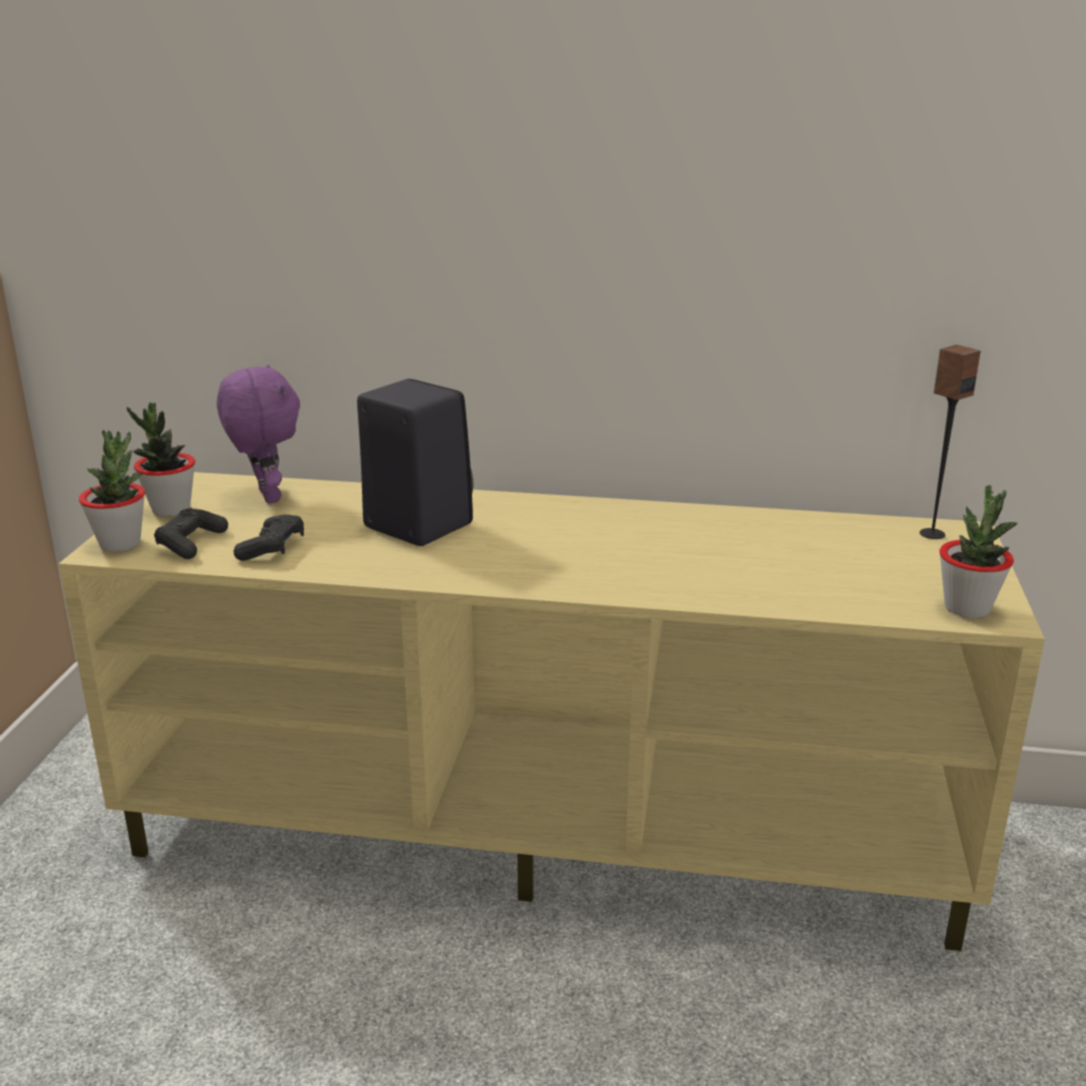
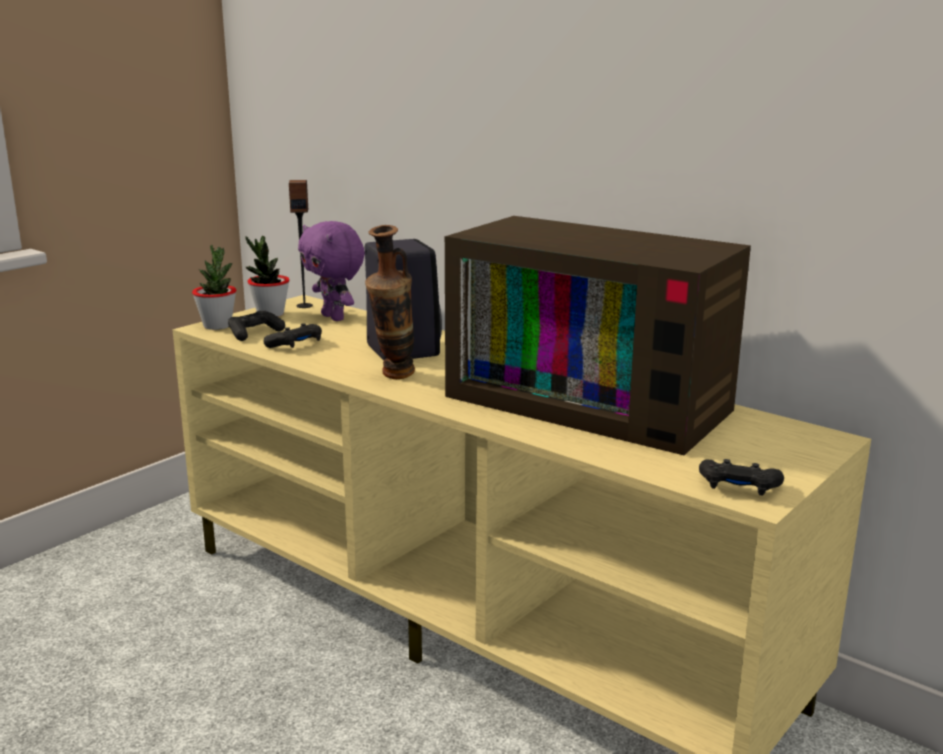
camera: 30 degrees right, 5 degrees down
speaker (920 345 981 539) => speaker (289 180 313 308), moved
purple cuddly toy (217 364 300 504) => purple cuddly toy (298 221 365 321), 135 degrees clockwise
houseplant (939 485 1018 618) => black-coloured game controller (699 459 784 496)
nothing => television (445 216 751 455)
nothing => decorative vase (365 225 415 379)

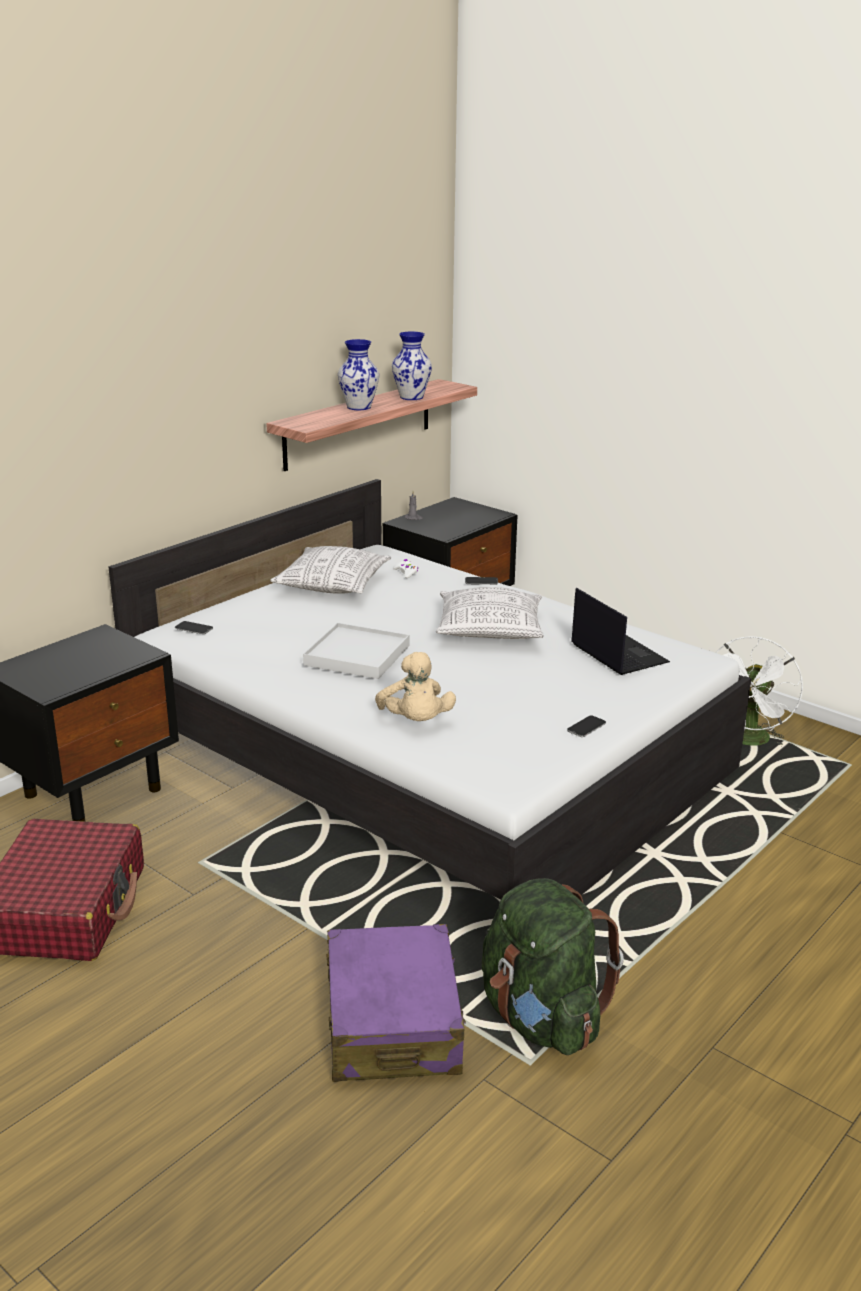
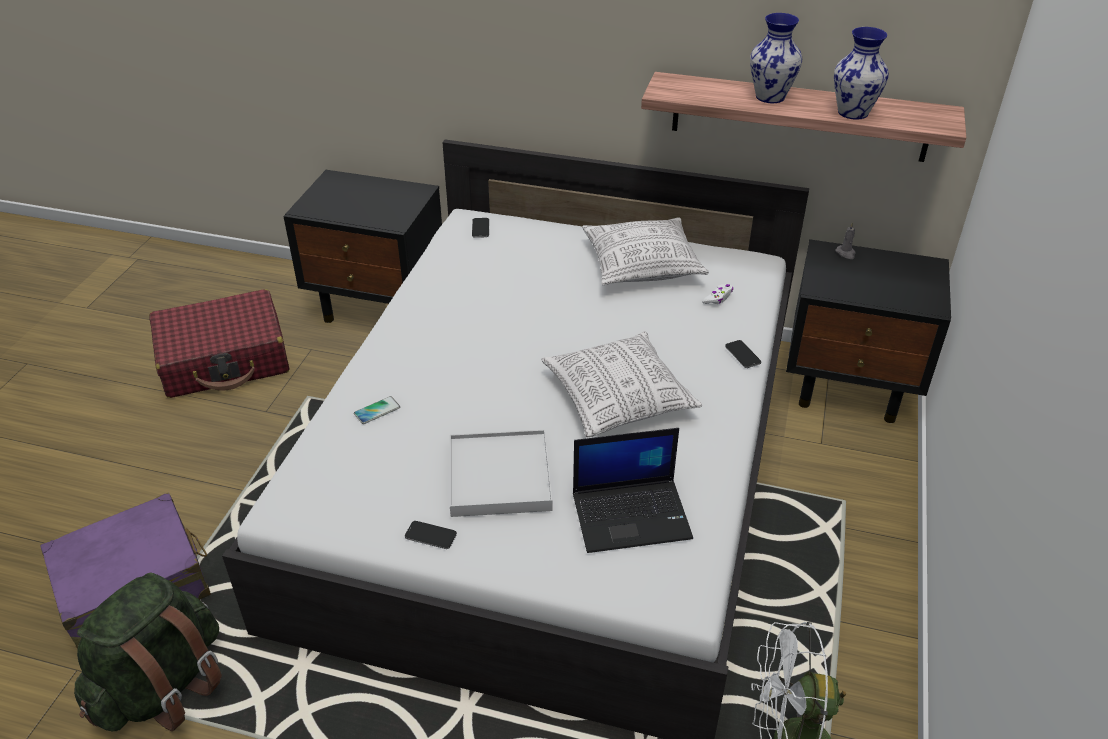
camera: 65 degrees right, 15 degrees up
laptop (571 588 670 675) => laptop (573 428 693 553), 45 degrees clockwise
white-coloured tray (303 623 409 679) => white-coloured tray (450 430 552 517), moved
beige cuddly toy (375 652 456 721) => telephone (354 396 400 424)

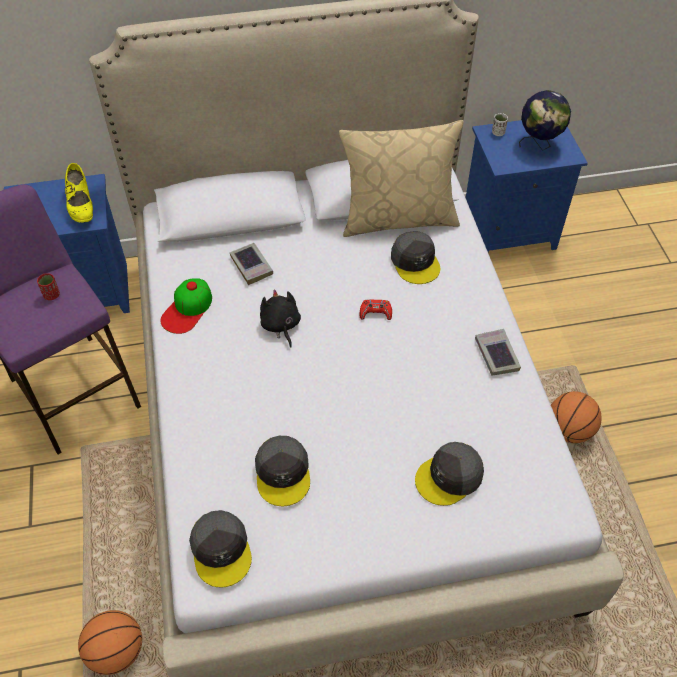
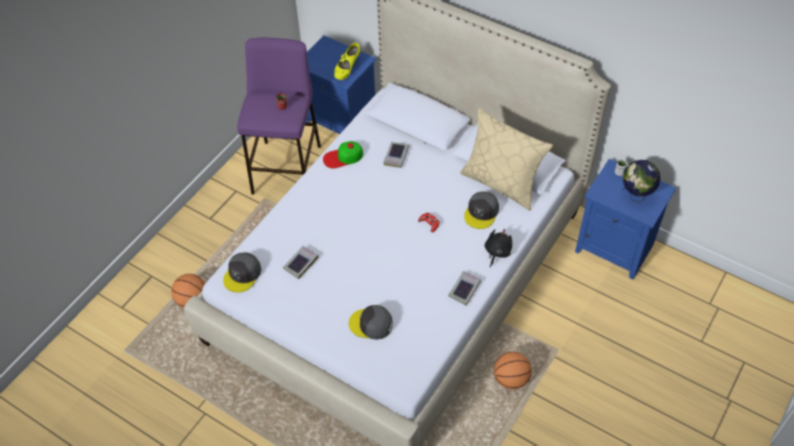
camera: 45 degrees right, 0 degrees up
black-coloured cuddly toy (260 289 301 348) => black-coloured cuddly toy (485 229 512 267), moved
gray peaked cap (255 436 310 506) => volume (283 246 318 279)

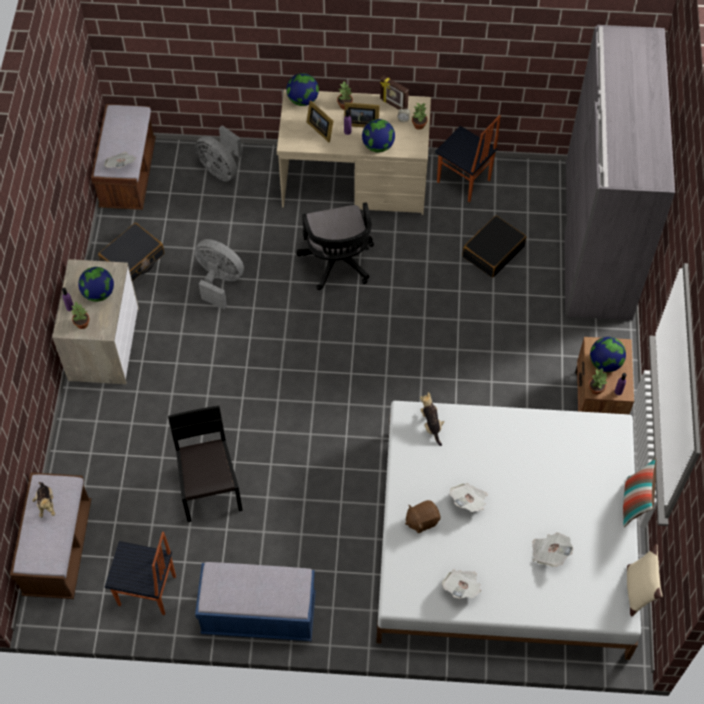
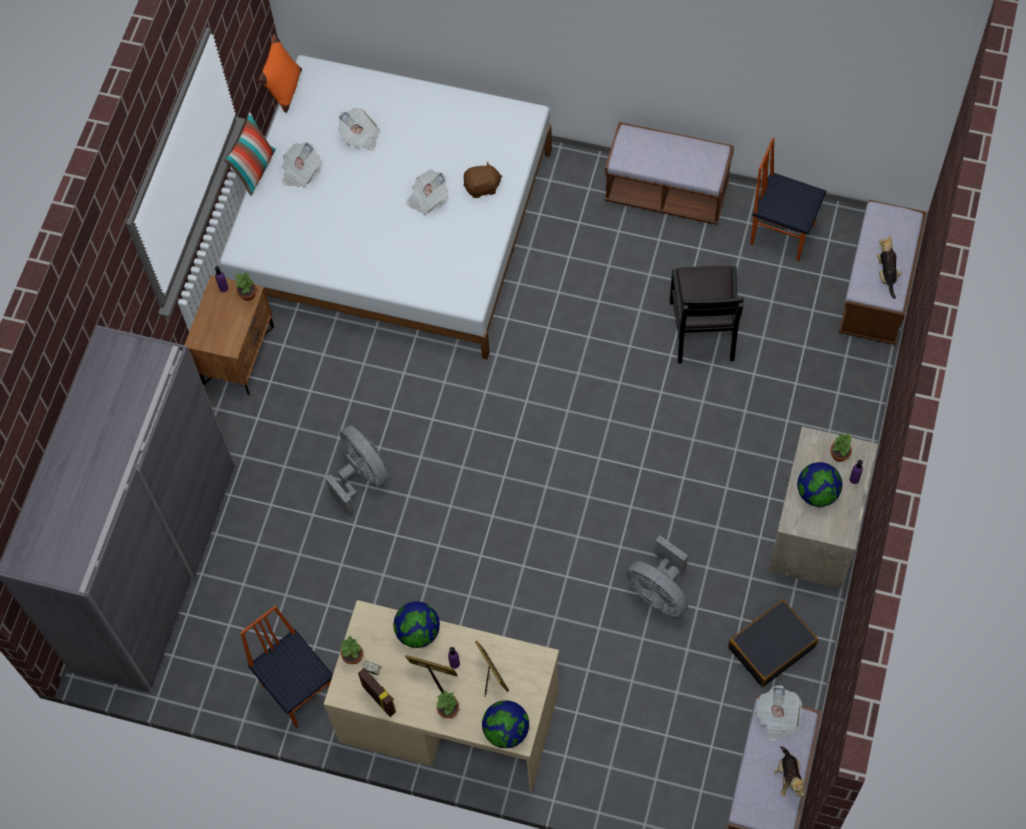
camera: 165 degrees left, 5 degrees up
gray cooling fan (195 125 242 181) => gray cooling fan (325 425 389 517), moved
black-coloured computer chair (296 202 374 290) => nothing
black-coloured suitcase (463 216 526 278) => nothing
desk globe (590 337 626 372) => nothing
cuddly toy (420 392 444 446) => cuddly toy (774 746 805 797), moved
beige cushion (627 544 662 616) => orange-coloured cushion (258 34 302 113)
blue-coloured indoor bench (195 562 316 641) => brownish indoor bench (604 122 734 225)
newspaper (442 570 481 598) => newspaper (282 142 320 188), moved

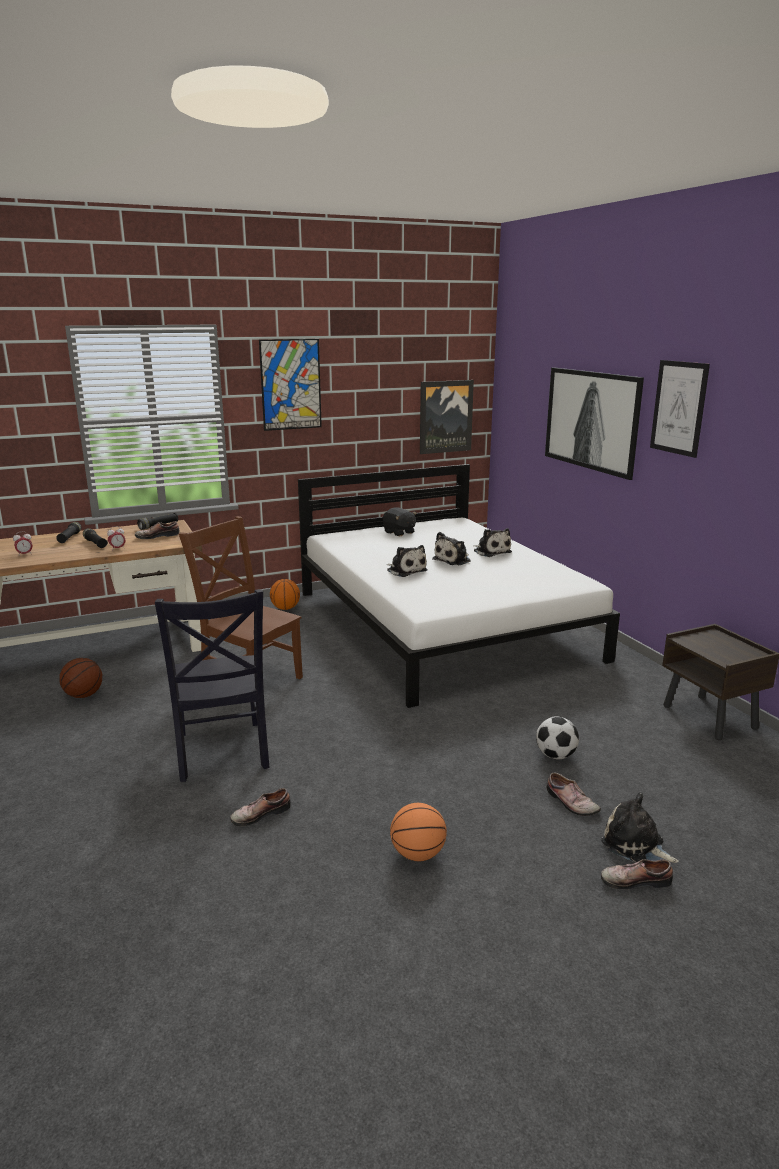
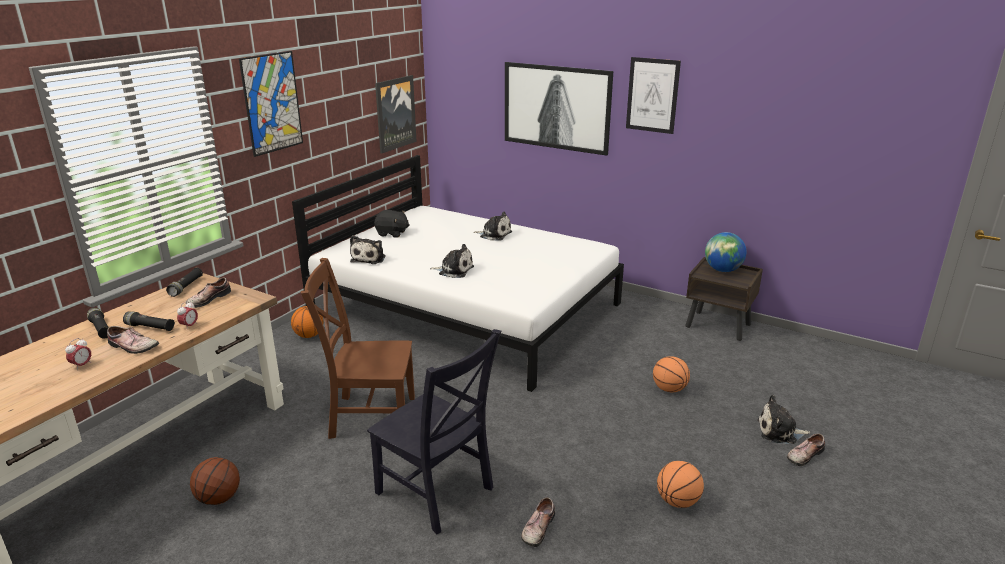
camera: 35 degrees left, 5 degrees up
cuddly toy (432 532 471 565) => cuddly toy (350 235 386 264), moved
ball for football (536 716 579 759) => ball for basketball (653 356 690 392)
shoe (547 772 601 816) => shoe (107 326 159 354), moved
nothing => desk globe (705 232 746 272)

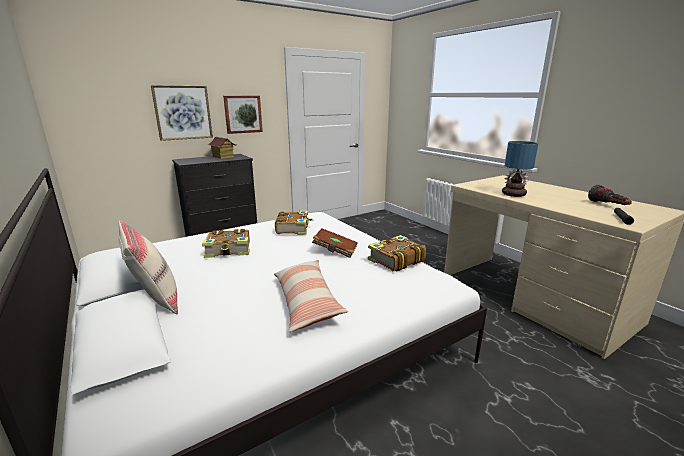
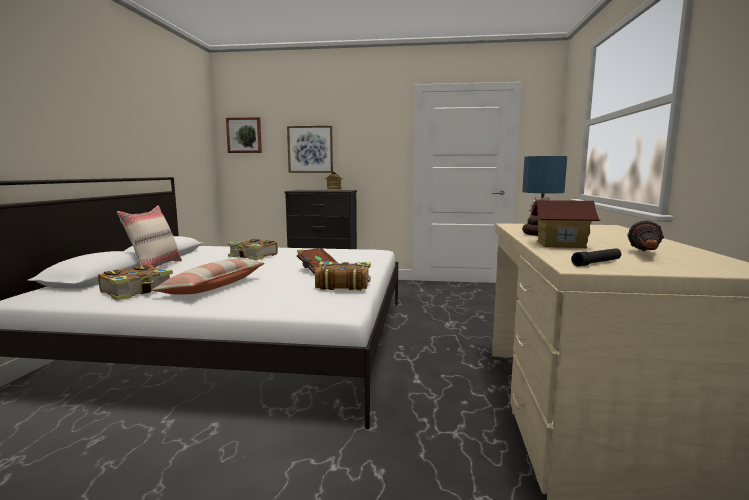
camera: 40 degrees right, 10 degrees down
wall picture (223 96 263 134) => wall picture (226 117 262 153), moved
volume (275 211 314 235) => volume (98 265 173 301), moved
nothing => miniature house (531 200 600 248)

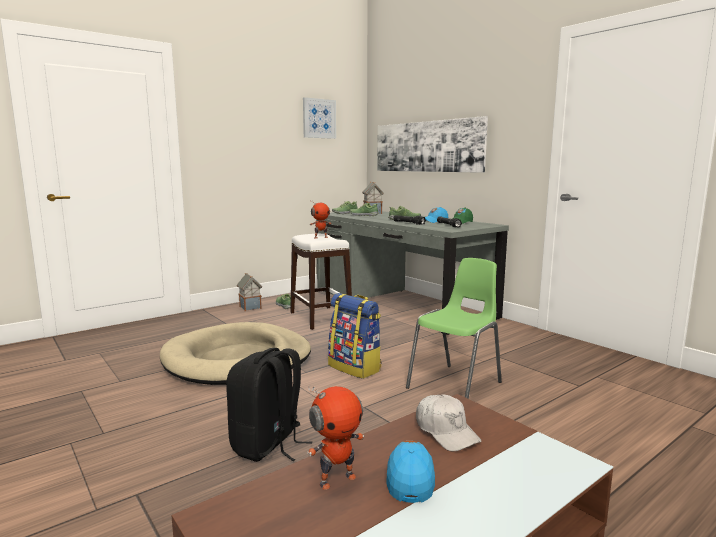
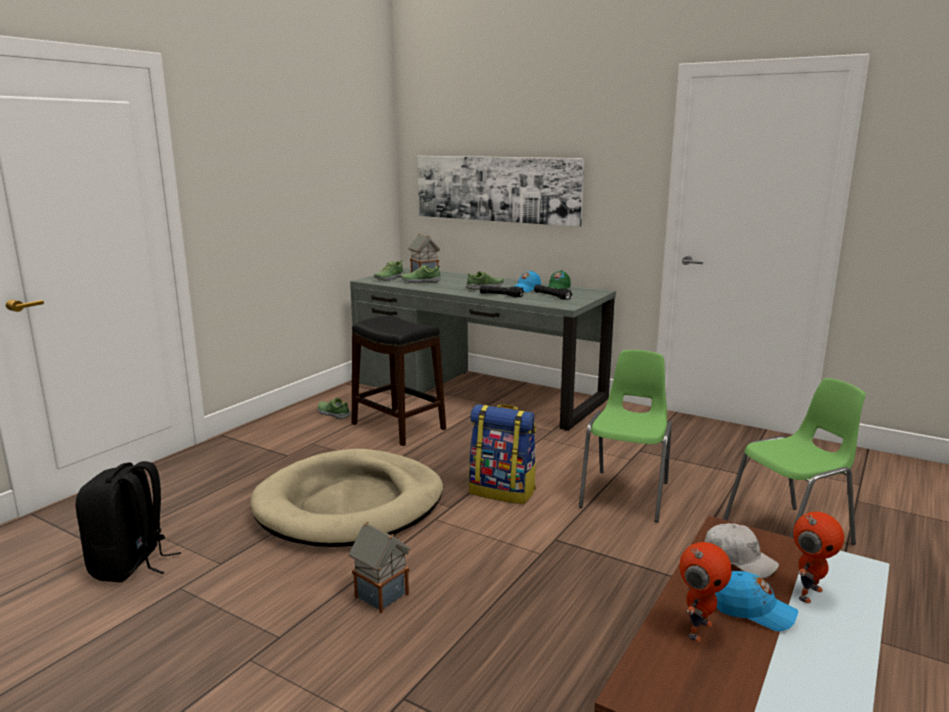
camera: 20 degrees left, 5 degrees up
wall picture (303 97 336 139) => nothing
robot figure (310 200 331 239) => robot figure (793 512 844 603), moved
white-coloured sitting stool (290 234 352 330) => black-coloured sitting stool (352 315 446 446)
miniature house (237 273 262 311) => miniature house (349 522 410 613), moved
black-coloured rucksack (226 348 312 462) => black-coloured rucksack (76 461 181 582), moved
blue-coloured peaked cap (386 441 435 503) => blue-coloured peaked cap (715 571 798 631), 135 degrees clockwise
nothing => green-coloured upright chair (723 378 866 545)

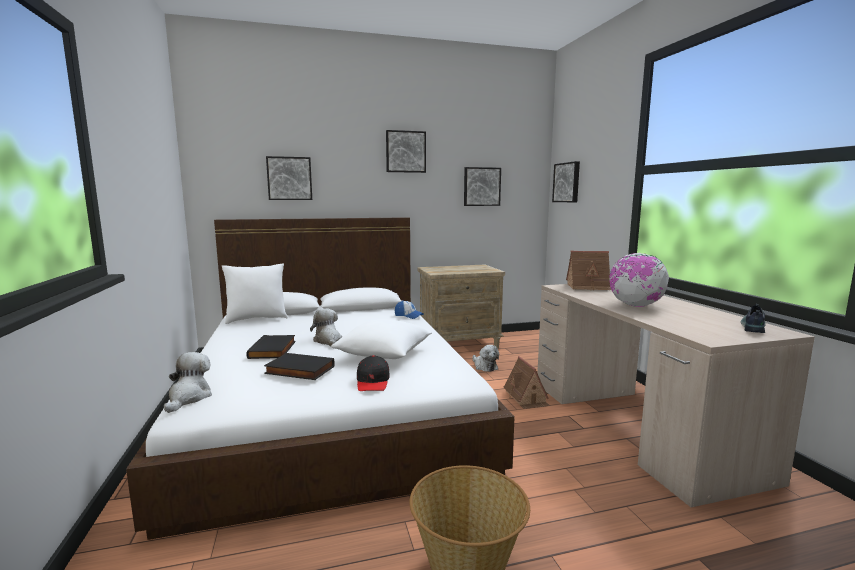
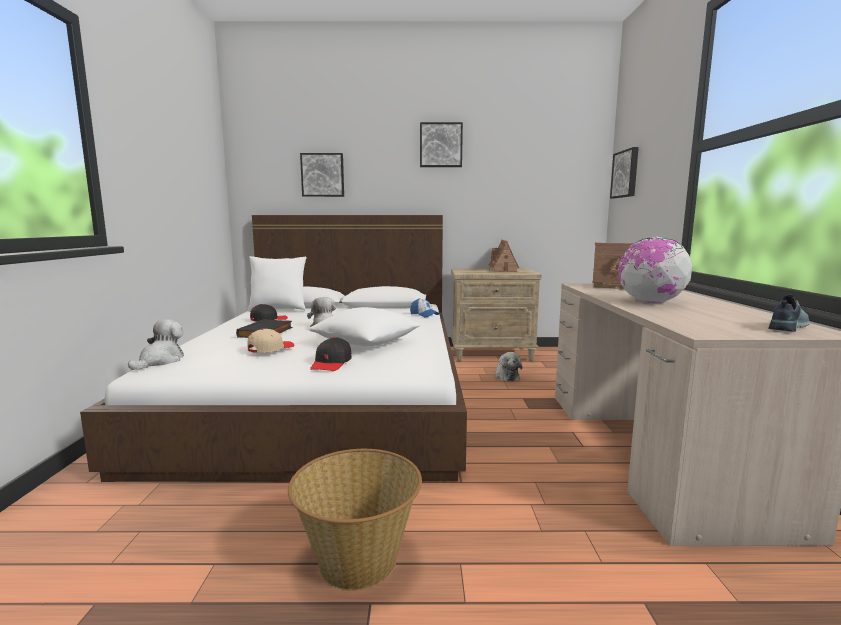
camera: 15 degrees right, 0 degrees up
wall picture (464 167 501 206) => nothing
black-coloured volume (264 353 335 380) => beige peaked cap (248 329 295 353)
miniature house (504 356 550 409) => miniature house (489 240 519 272), moved
nothing => black-coloured peaked cap (250 304 288 321)

